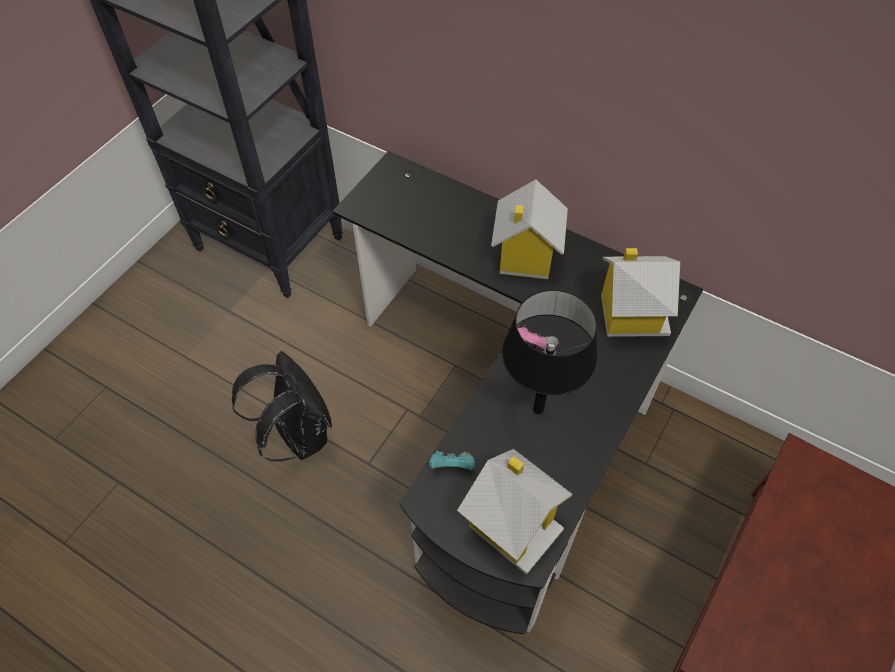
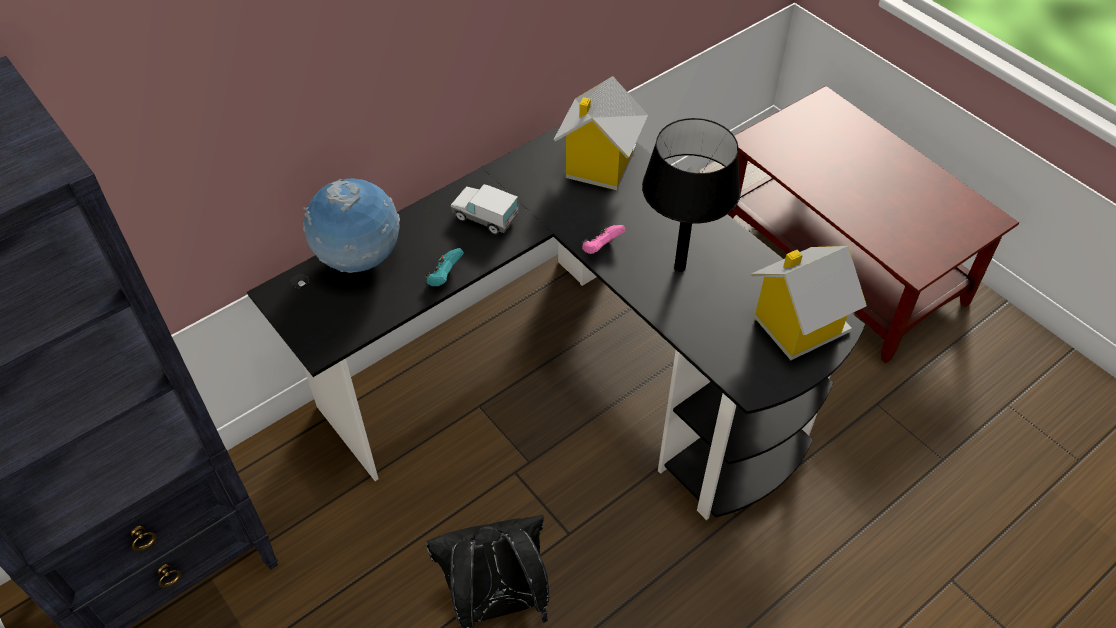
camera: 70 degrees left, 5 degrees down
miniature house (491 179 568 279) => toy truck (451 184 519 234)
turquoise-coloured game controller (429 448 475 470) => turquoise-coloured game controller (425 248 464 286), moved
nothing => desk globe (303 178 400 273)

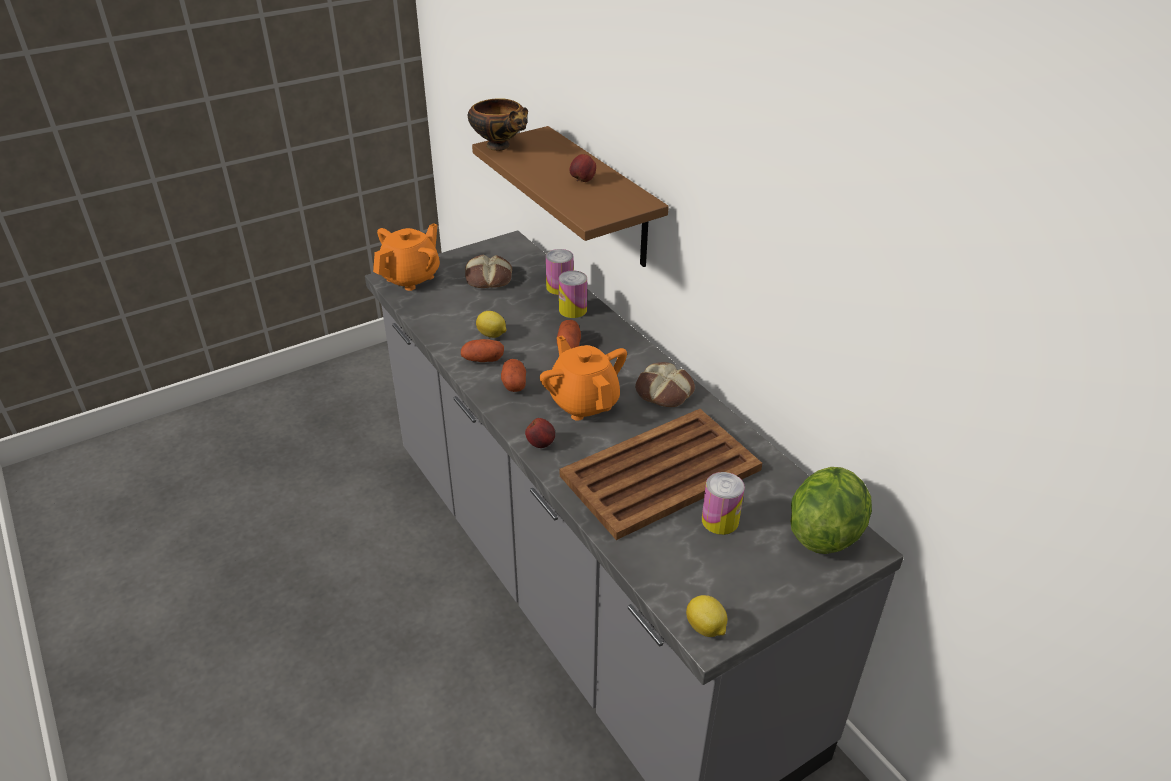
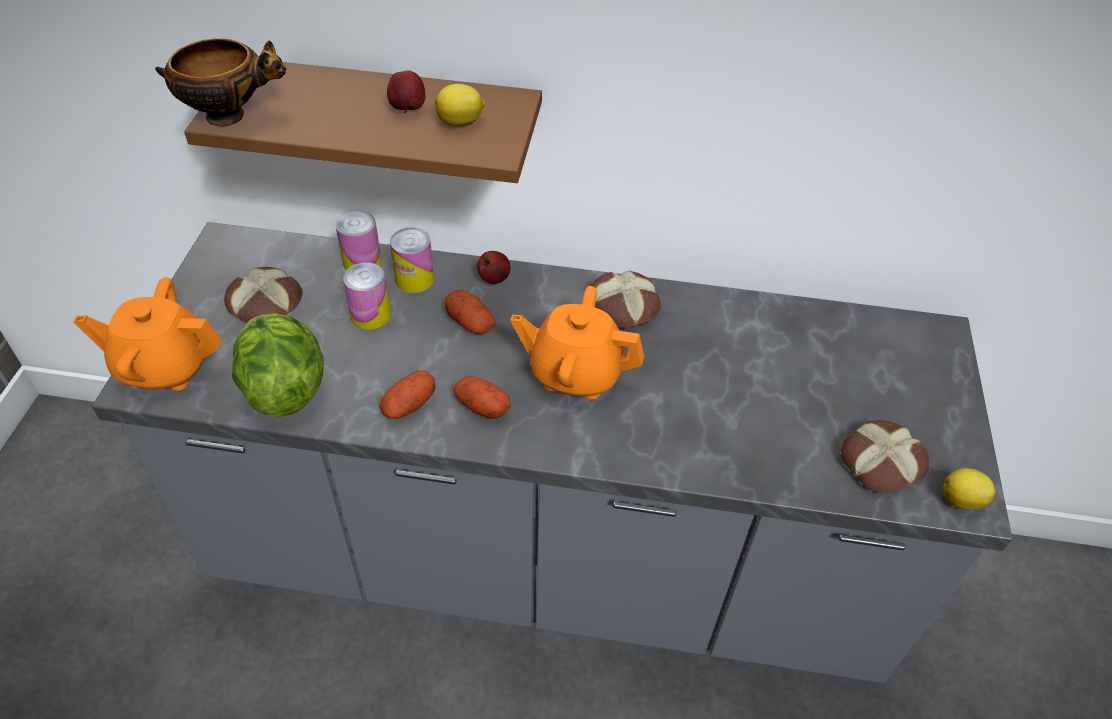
camera: 50 degrees left, 10 degrees up
orange-coloured tea pot (373 223 440 291) => orange-coloured tea pot (73 277 222 391), 75 degrees counterclockwise
citrus fruit (476 311 506 338) => citrus fruit (435 84 485 127), moved
brownish tray (560 409 762 540) => nothing
whole apple (525 418 555 448) => whole apple (477 251 510 284), moved
head of lettuce (790 467 872 554) => head of lettuce (232 313 324 416), moved
sealed can (702 472 745 535) => sealed can (343 262 391 330), moved
nothing => baked bread (841 420 930 493)

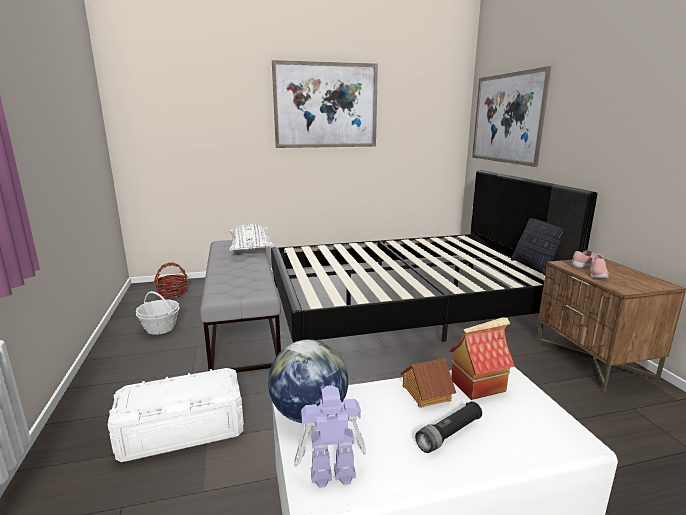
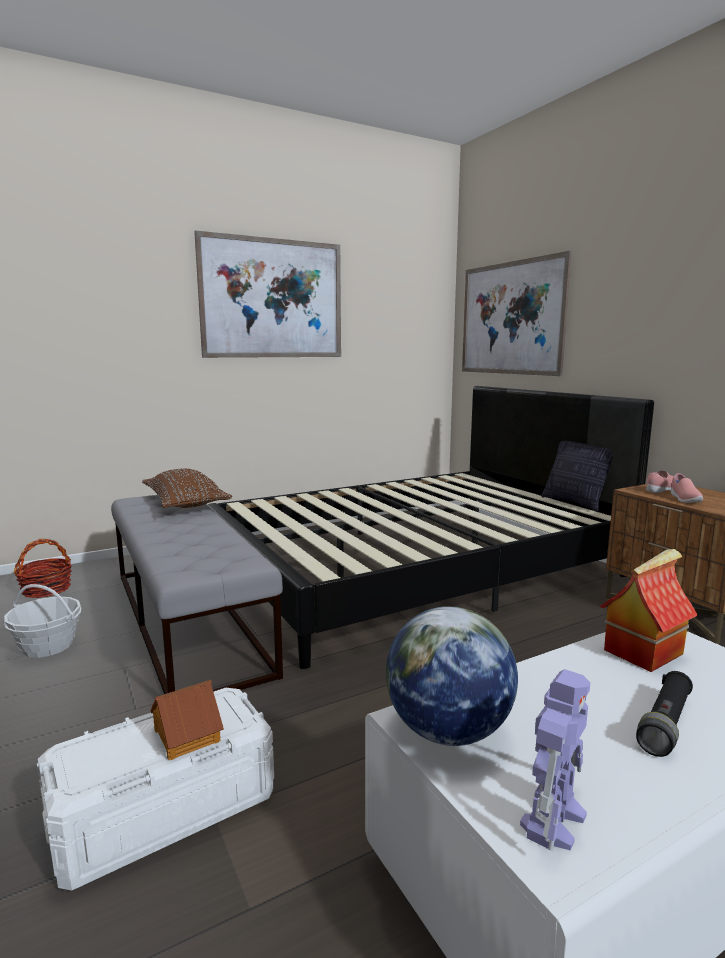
camera: 15 degrees left, 5 degrees down
white-coloured cushion (229 224 275 251) => brownish cushion (142 468 232 508)
miniature house (401 358 456 408) => miniature house (150 680 224 760), moved
robot figure (294 385 366 488) => robot figure (520 669 590 851), 150 degrees clockwise

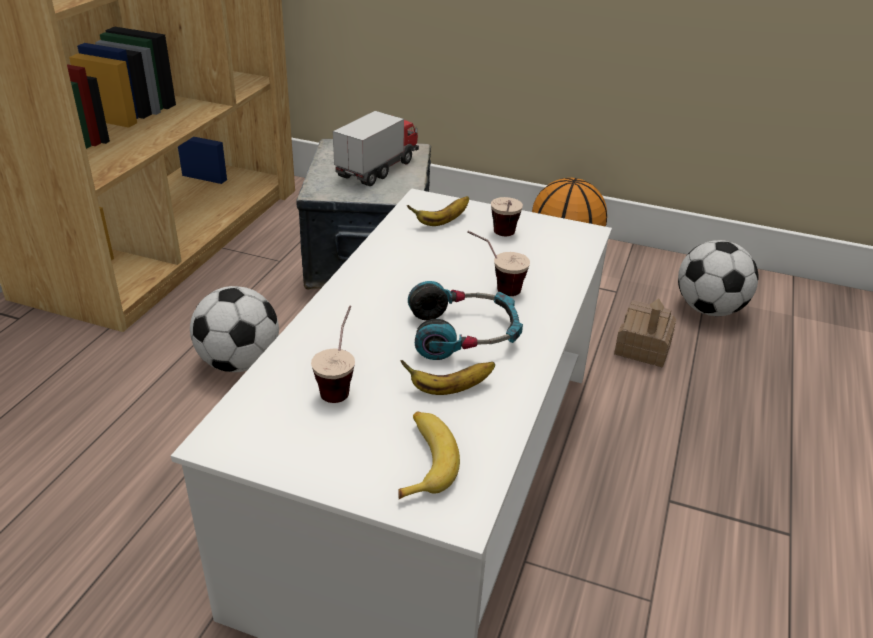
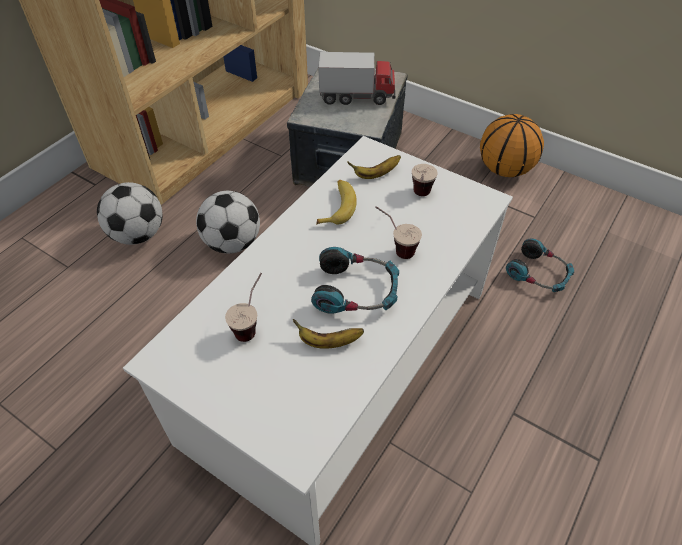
camera: 15 degrees right, 15 degrees up
toy truck (333 111 419 186) => toy truck (318 52 395 105), 45 degrees clockwise
ball for football (678 240 758 316) => ball for football (97 182 163 245), moved
miniature house (614 299 676 367) => headphones (506 238 574 292)
whole banana (398 412 460 500) => whole banana (316 180 357 225), moved

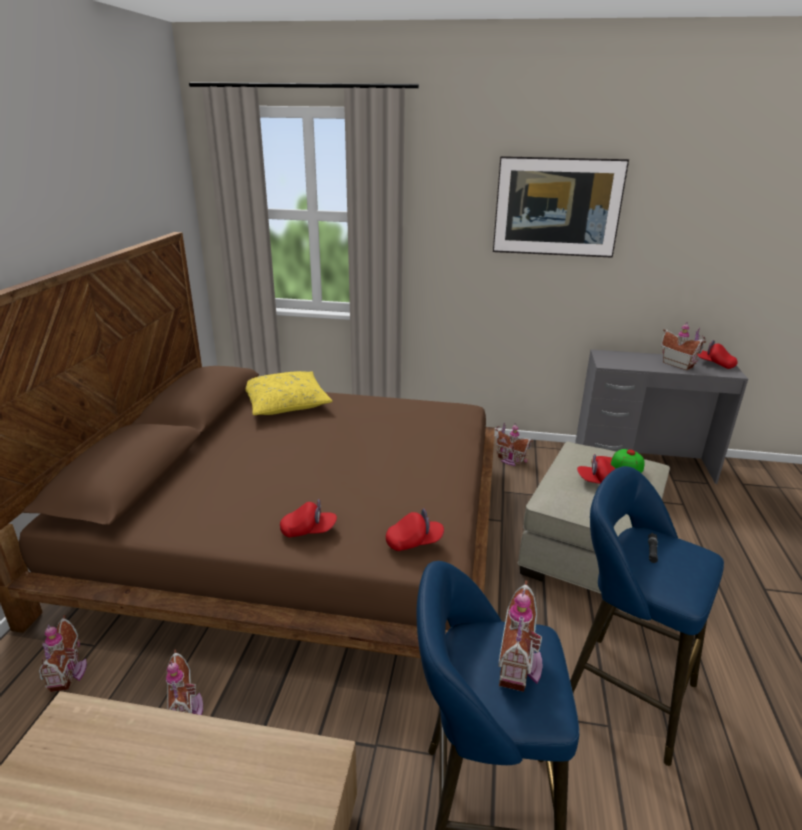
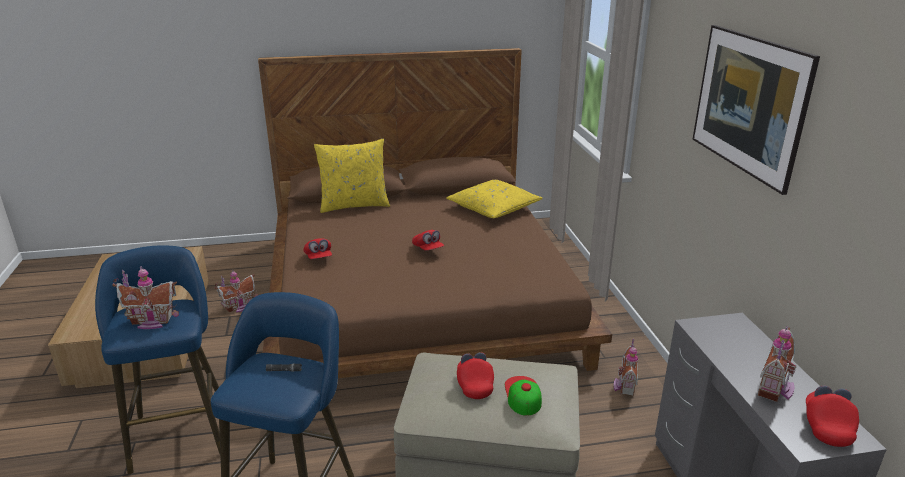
camera: 70 degrees right, 0 degrees up
red peaked cap (386 508 444 551) => red peaked cap (412 230 444 251), moved
miniature house (39 615 87 692) => nothing
nothing => yellow cushion (314 139 390 213)

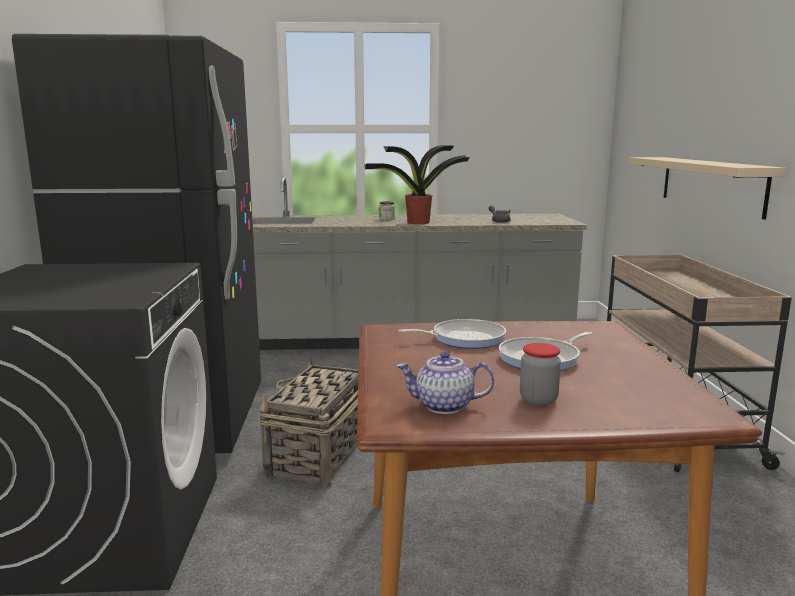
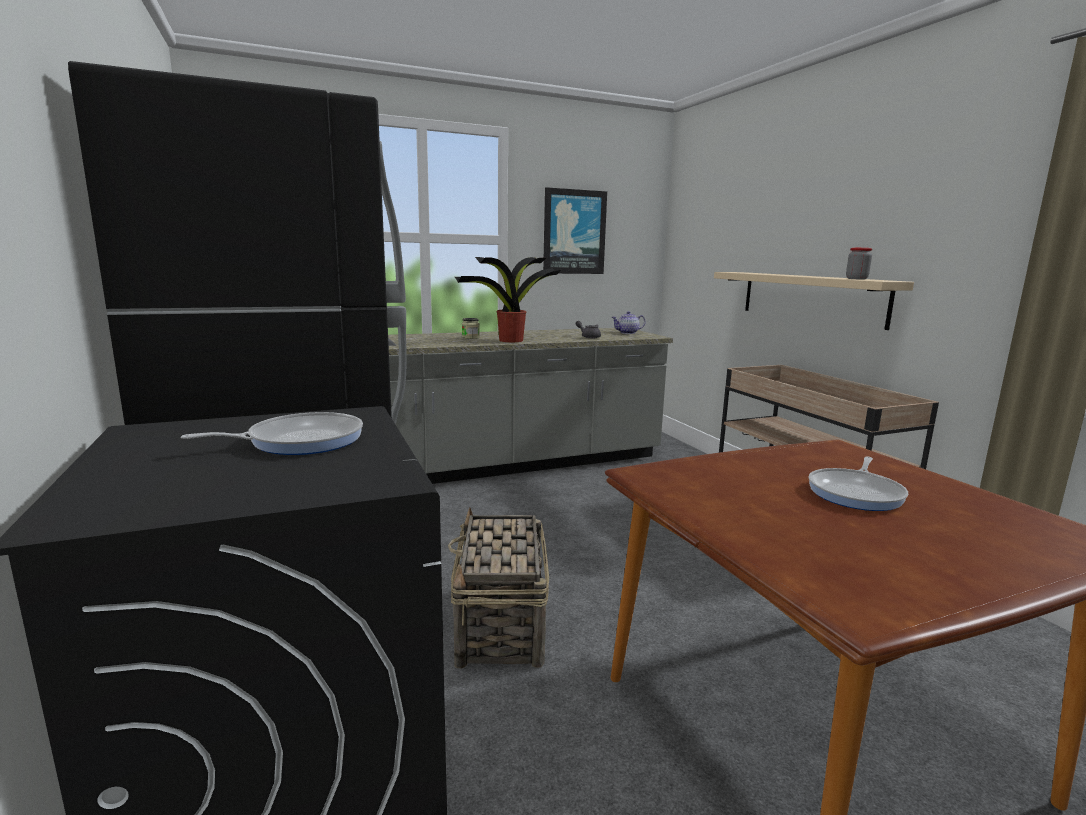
camera: 20 degrees left, 0 degrees up
frying pan (398 319 506 349) => frying pan (181 412 363 455), moved
jar (520 343 561 406) => jar (846 248 872 280), moved
tea pot (397 351 494 414) => tea pot (612 311 645 334), moved
nothing => wall picture (543 187 607 274)

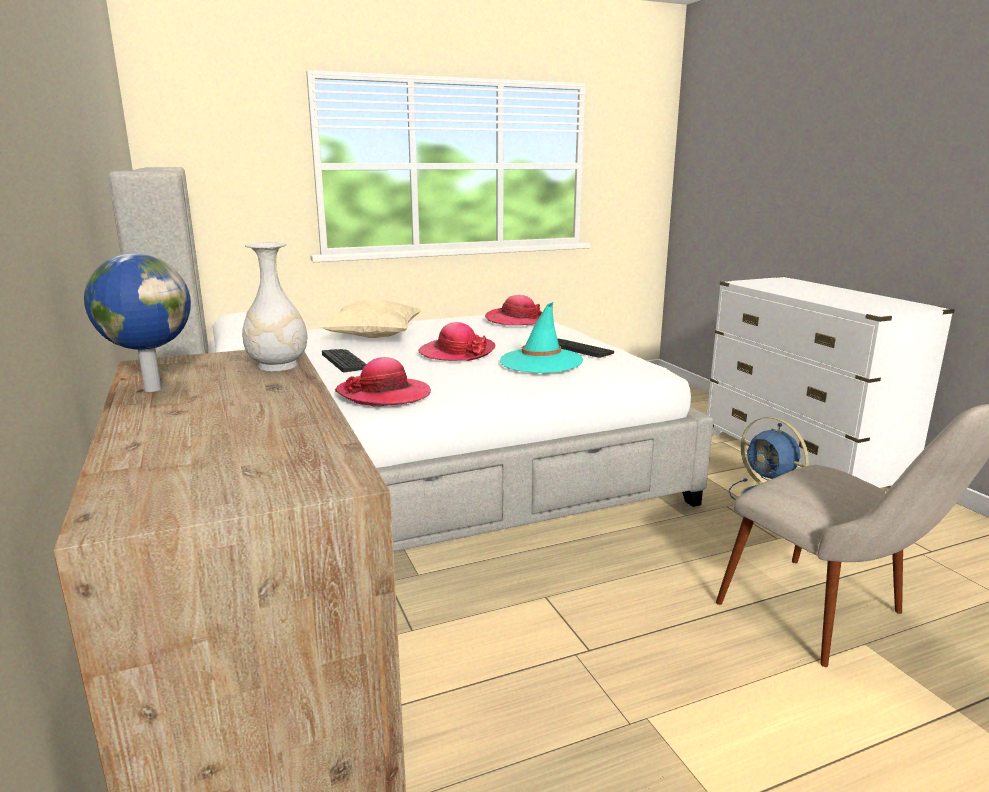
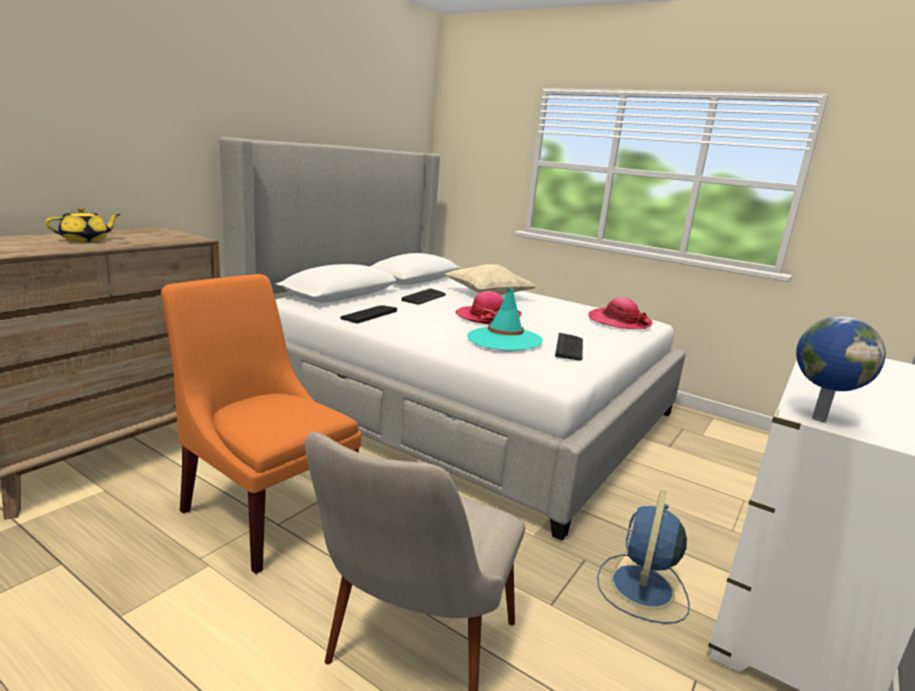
camera: 55 degrees right, 0 degrees up
white-coloured decorative vase (242 242 307 372) => nothing
desk globe (84 253 191 392) => desk globe (796 316 886 422), moved
clothing hat (335 357 431 407) => computer keyboard (340 305 397 323)
nothing => yellow tea pot (45 207 120 242)
nothing => orange-coloured upright chair (161 274 361 574)

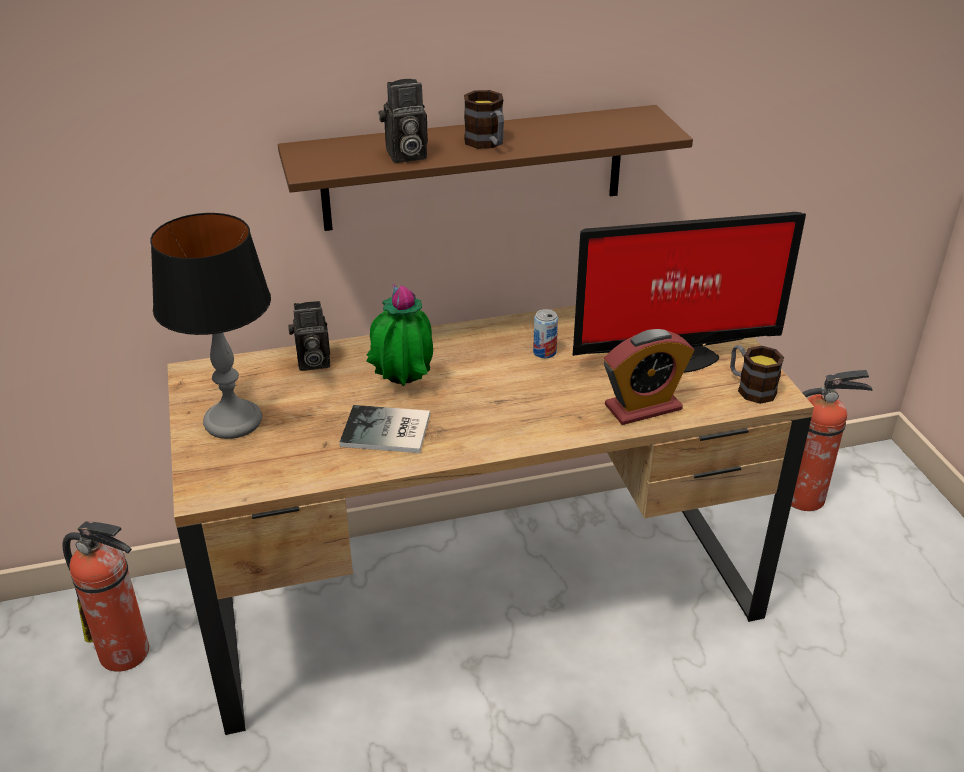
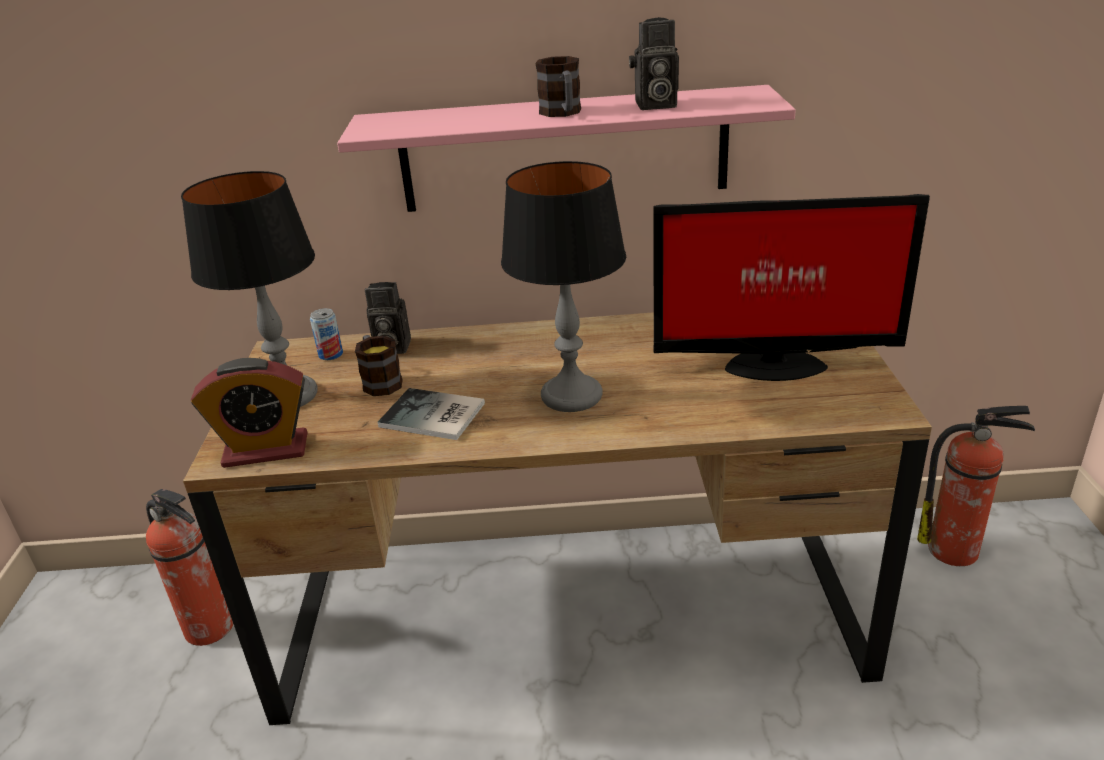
camera: 15 degrees right, 5 degrees down
photo camera (379 79 428 163) => photo camera (629 17 679 110), moved
brownish bracket shelf (278 105 693 231) => pinkish bracket shelf (337 85 796 212)
houseplant (367 284 433 386) => nothing
sealed can (533 309 558 358) => sealed can (310 308 343 360), moved
alarm clock (604 329 694 425) => alarm clock (191 358 307 468), moved
mug (730 345 784 404) => mug (355 335 403 396), moved
nothing => lamp for a table (501 161 626 412)

